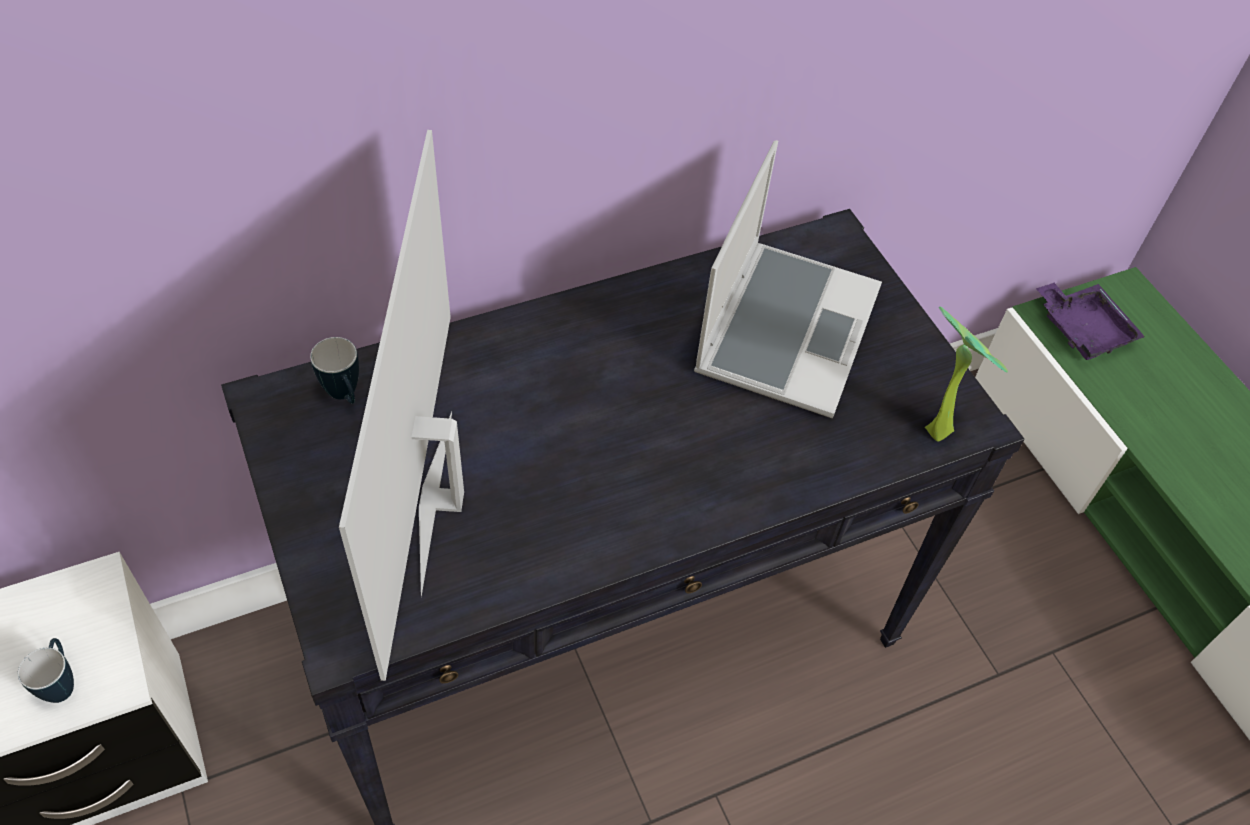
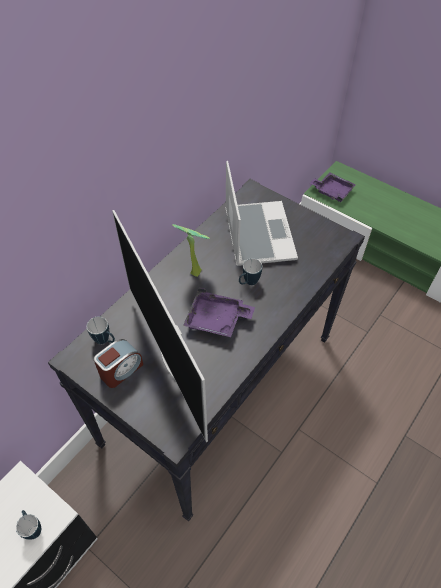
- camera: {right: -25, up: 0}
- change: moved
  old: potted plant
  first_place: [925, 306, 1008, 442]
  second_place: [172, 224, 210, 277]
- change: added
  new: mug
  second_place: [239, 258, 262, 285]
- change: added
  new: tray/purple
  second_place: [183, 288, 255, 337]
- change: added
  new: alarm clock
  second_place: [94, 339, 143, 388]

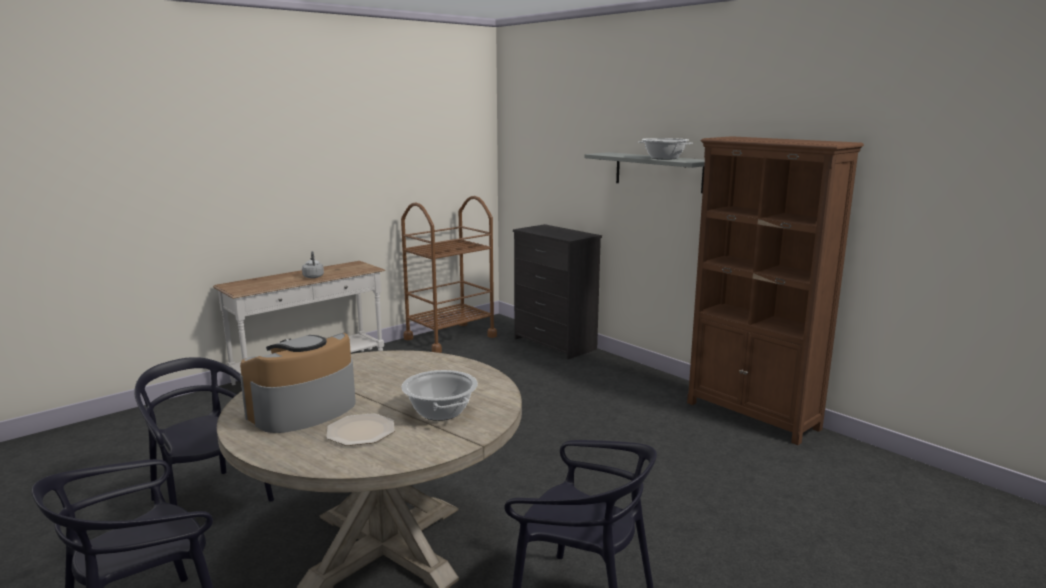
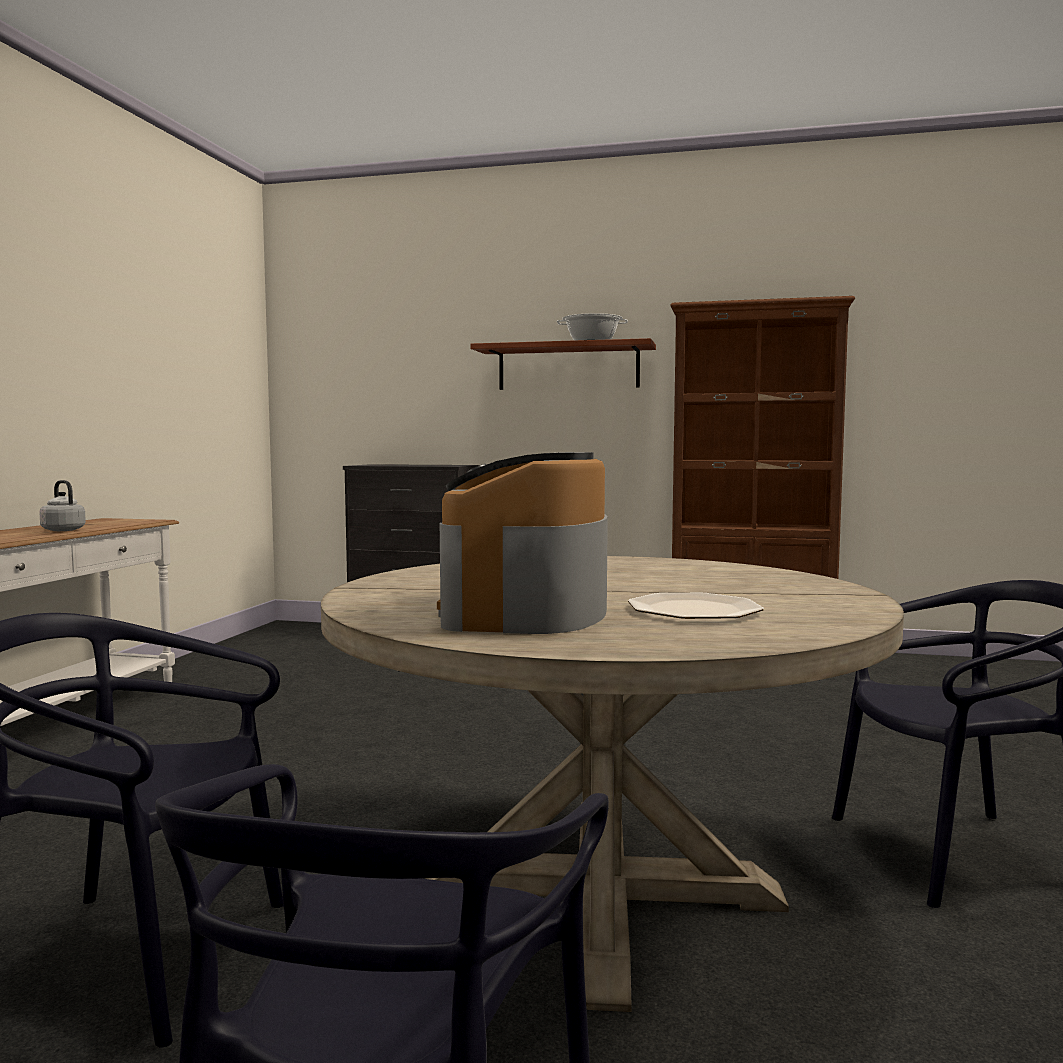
- camera: {right: -35, up: -10}
- change: recoloured
  old: shelf/grey
  new: shelf/brown
  first_place: [584, 152, 705, 193]
  second_place: [470, 338, 656, 390]
- change: removed
  old: cart/brown
  first_place: [401, 196, 497, 353]
- change: removed
  old: cooking pot
  first_place: [401, 370, 478, 421]

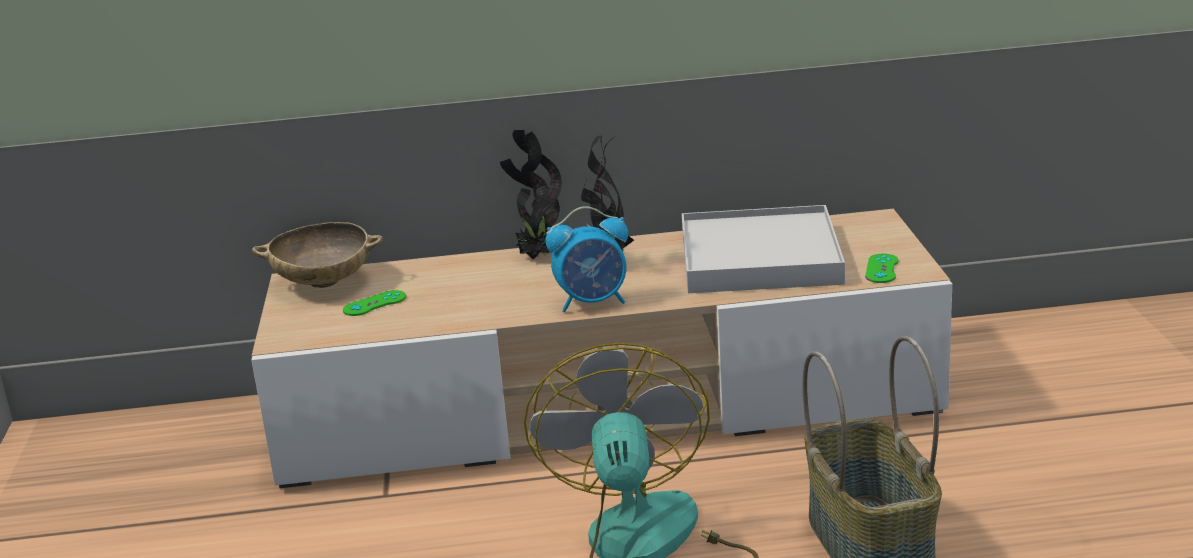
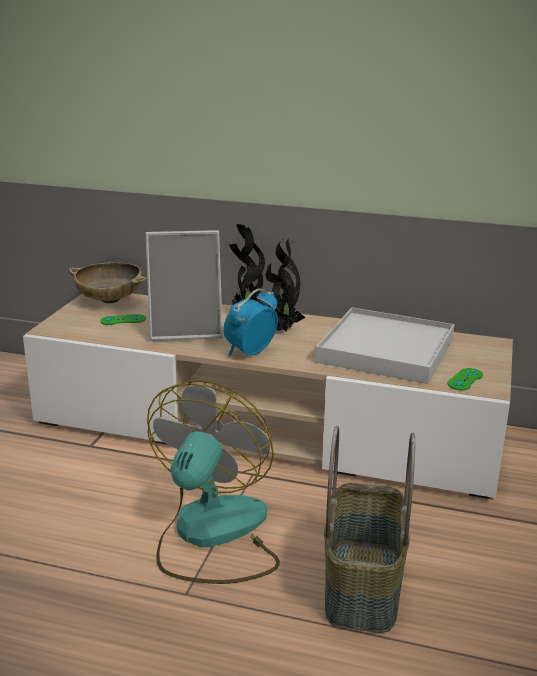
- camera: {right: 20, up: 0}
- change: turned
  old: alarm clock
  first_place: [545, 206, 628, 312]
  second_place: [223, 289, 278, 357]
  degrees: 120
- change: added
  new: picture frame
  second_place: [146, 230, 223, 341]

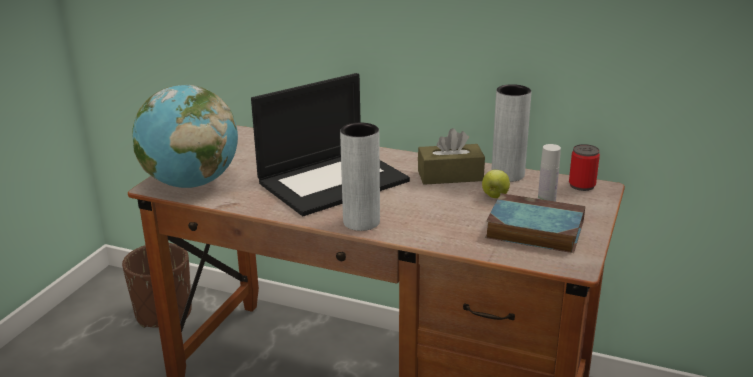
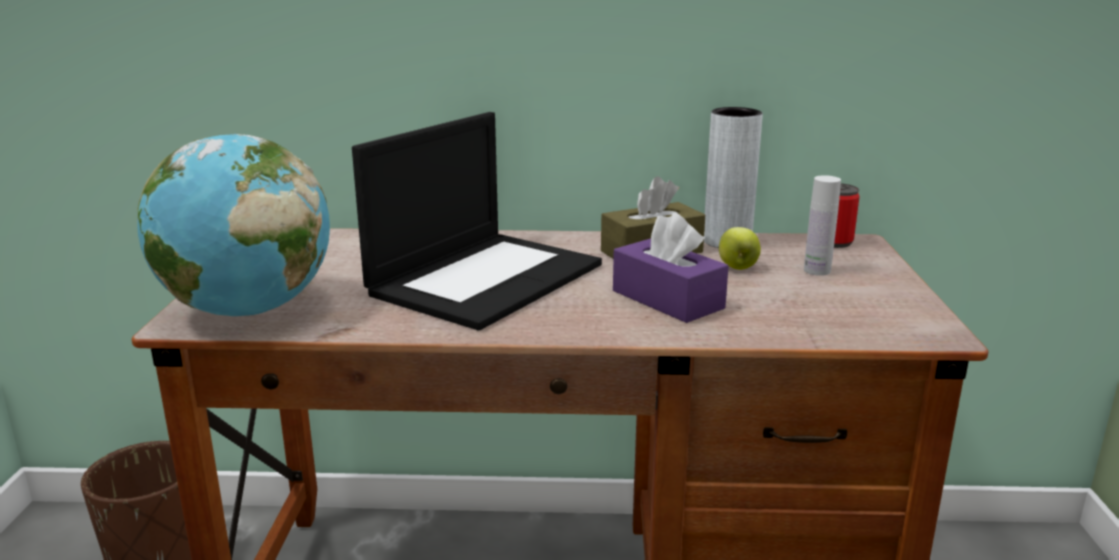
- camera: {right: -20, up: -5}
- change: removed
  old: vase/grey
  first_place: [340, 123, 380, 231]
- change: removed
  old: book
  first_place: [485, 193, 585, 253]
- change: added
  new: tissue box/purple
  second_place: [613, 212, 729, 323]

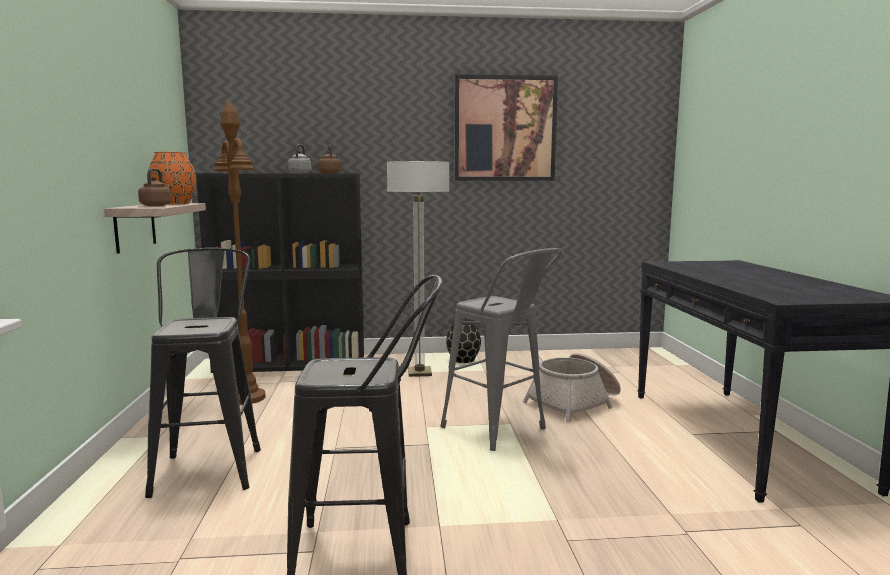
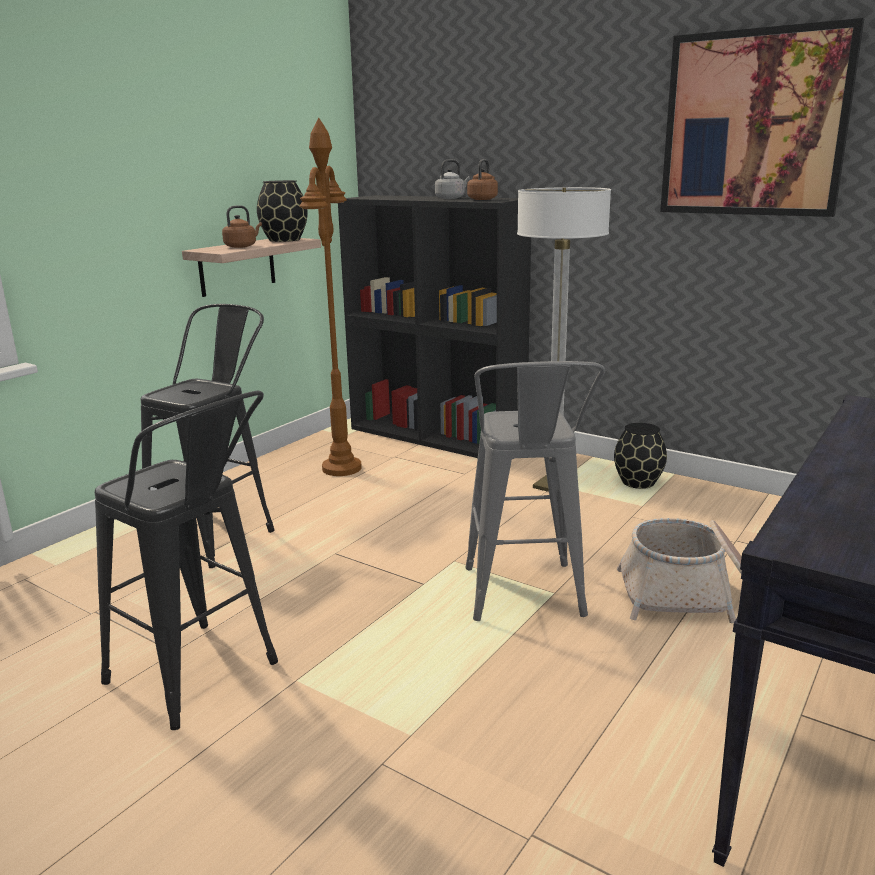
- camera: {right: 40, up: 10}
- change: recoloured
  old: vase/orange
  new: vase/black
  first_place: [149, 152, 197, 204]
  second_place: [257, 180, 308, 242]

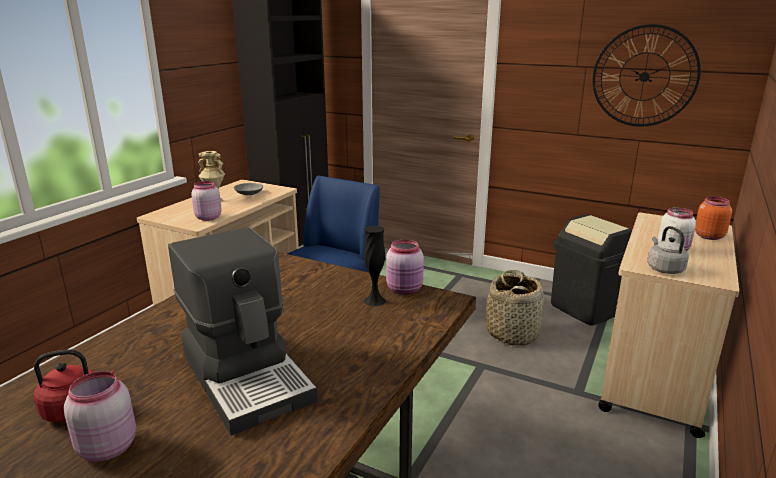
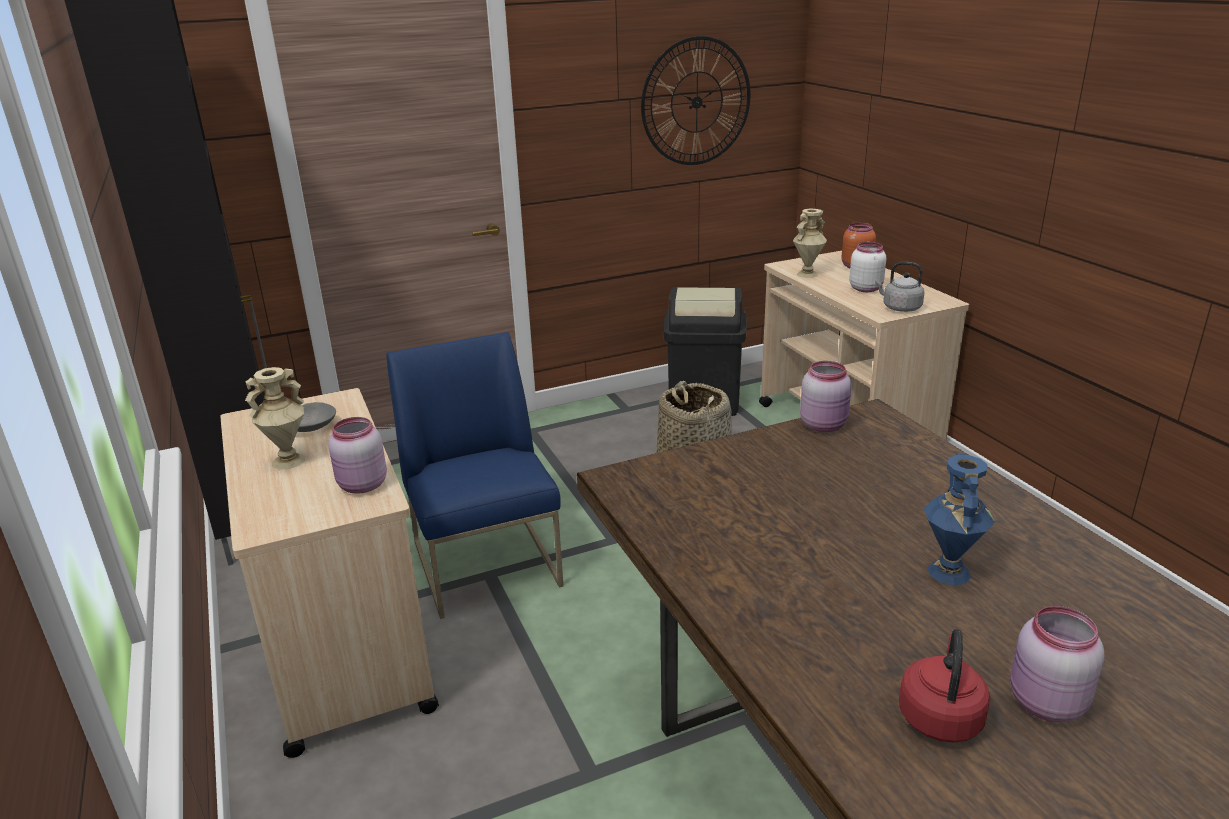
- camera: {right: -50, up: 5}
- change: removed
  old: vase/black
  first_place: [364, 226, 386, 306]
- change: replaced
  old: coffee machine
  new: vase/blue
  first_place: [168, 227, 318, 436]
  second_place: [924, 453, 995, 586]
- change: added
  new: vase/beige
  second_place: [793, 209, 827, 278]

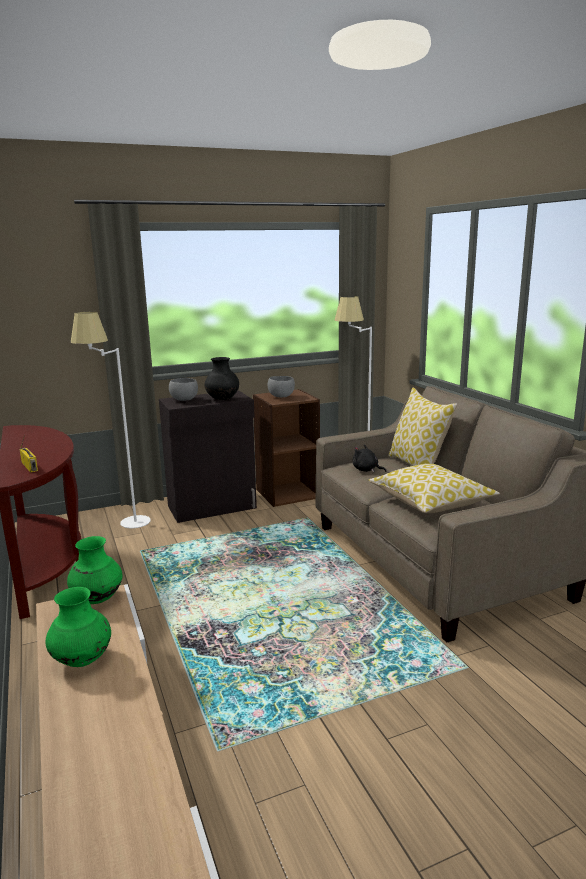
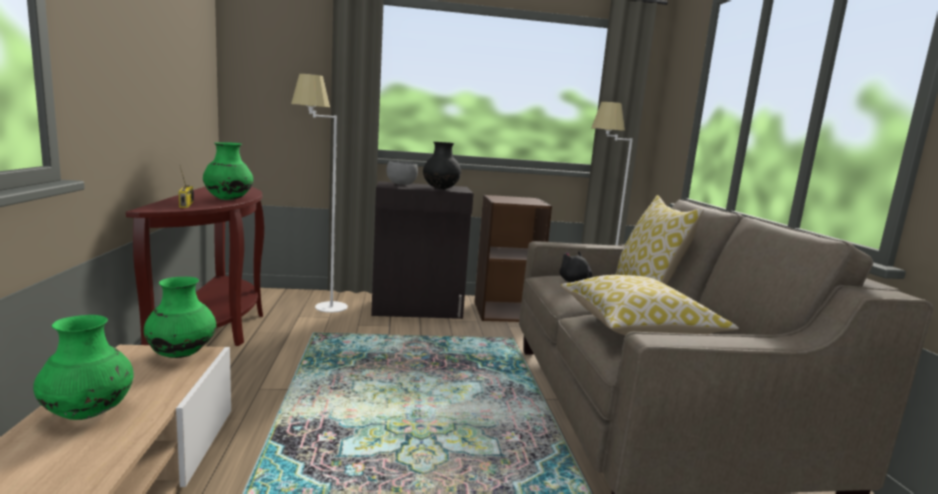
- camera: {right: 15, up: -5}
- change: removed
  old: bowl/grey
  first_place: [268, 376, 295, 397]
- change: added
  new: vase/green
  second_place: [203, 142, 253, 200]

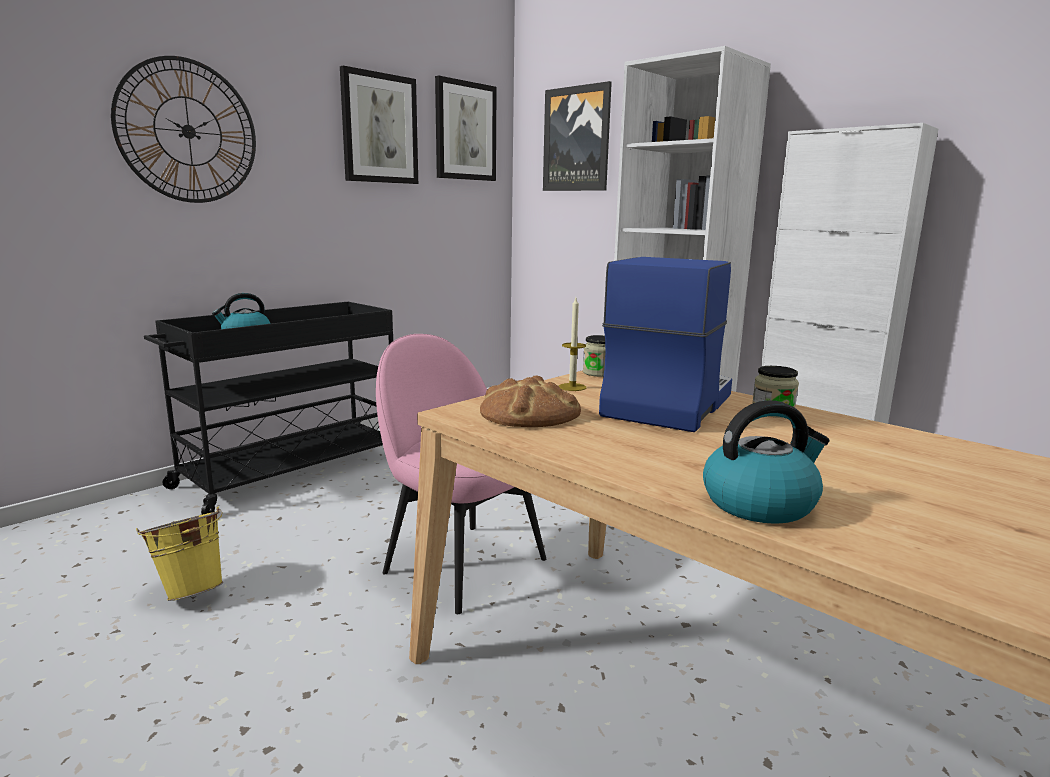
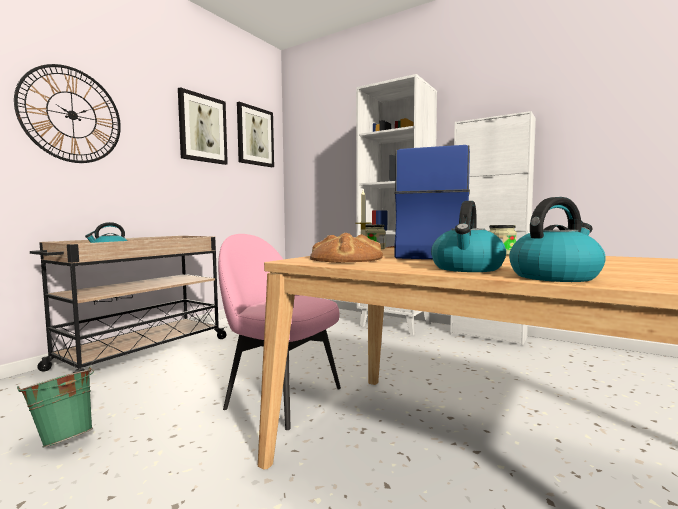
- camera: {right: -10, up: -10}
- change: removed
  old: picture
  first_place: [543, 81, 612, 191]
- change: recoloured
  old: cart/black
  new: cart/beige
  first_place: [144, 302, 393, 515]
  second_place: [30, 236, 228, 373]
- change: recoloured
  old: bucket/yellow
  new: bucket/green
  first_place: [136, 507, 223, 601]
  second_place: [17, 367, 94, 447]
- change: added
  new: kettle
  second_place: [431, 201, 506, 272]

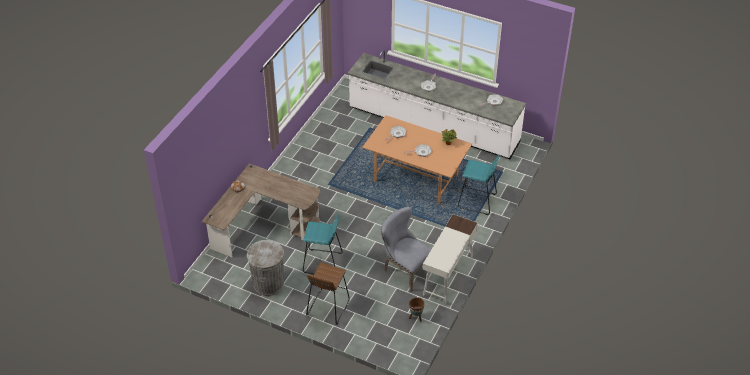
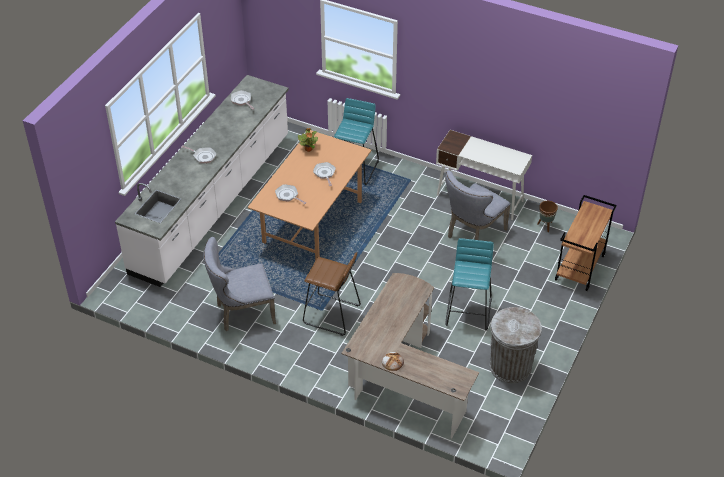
- camera: {right: -90, up: 0}
- change: moved
  old: stool/brown
  first_place: [306, 263, 350, 325]
  second_place: [303, 252, 361, 336]
- change: added
  new: cart/brown
  second_place: [555, 195, 617, 291]
- change: added
  new: chair/grey
  second_place: [204, 237, 276, 331]

